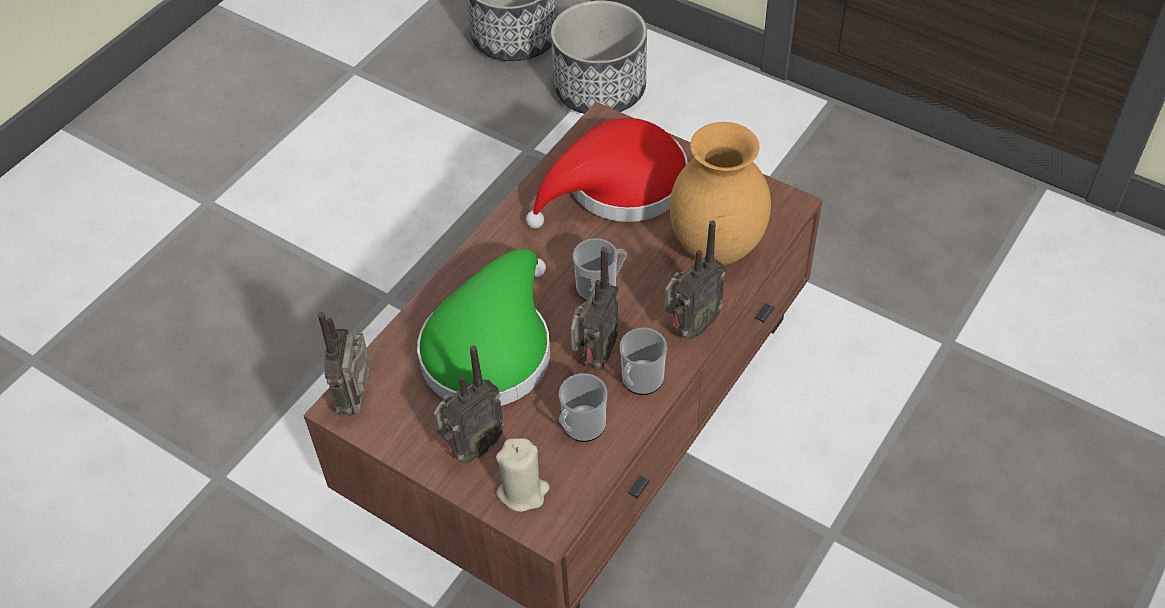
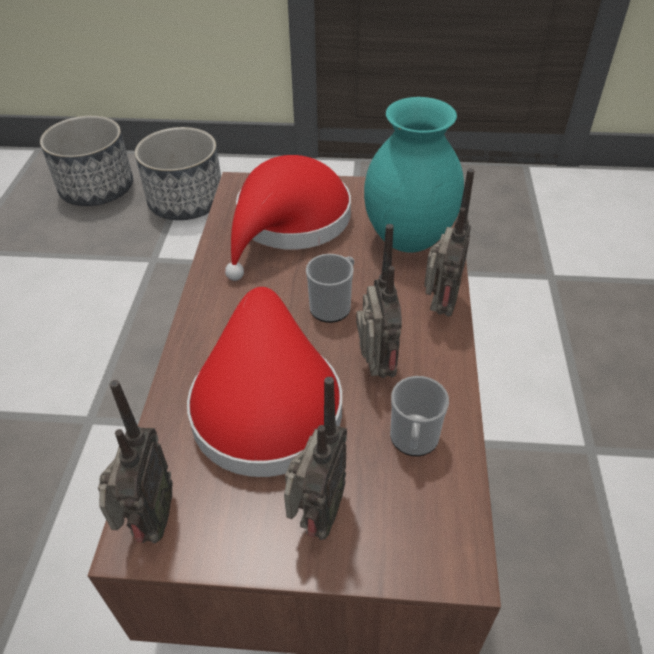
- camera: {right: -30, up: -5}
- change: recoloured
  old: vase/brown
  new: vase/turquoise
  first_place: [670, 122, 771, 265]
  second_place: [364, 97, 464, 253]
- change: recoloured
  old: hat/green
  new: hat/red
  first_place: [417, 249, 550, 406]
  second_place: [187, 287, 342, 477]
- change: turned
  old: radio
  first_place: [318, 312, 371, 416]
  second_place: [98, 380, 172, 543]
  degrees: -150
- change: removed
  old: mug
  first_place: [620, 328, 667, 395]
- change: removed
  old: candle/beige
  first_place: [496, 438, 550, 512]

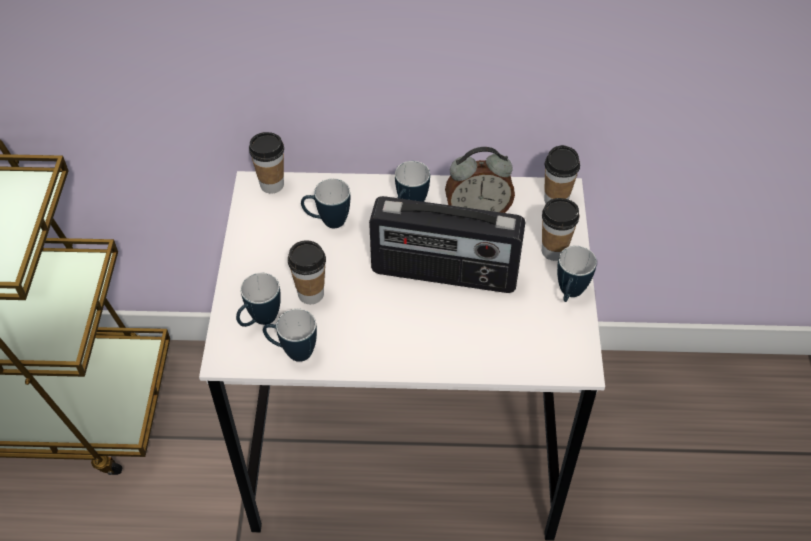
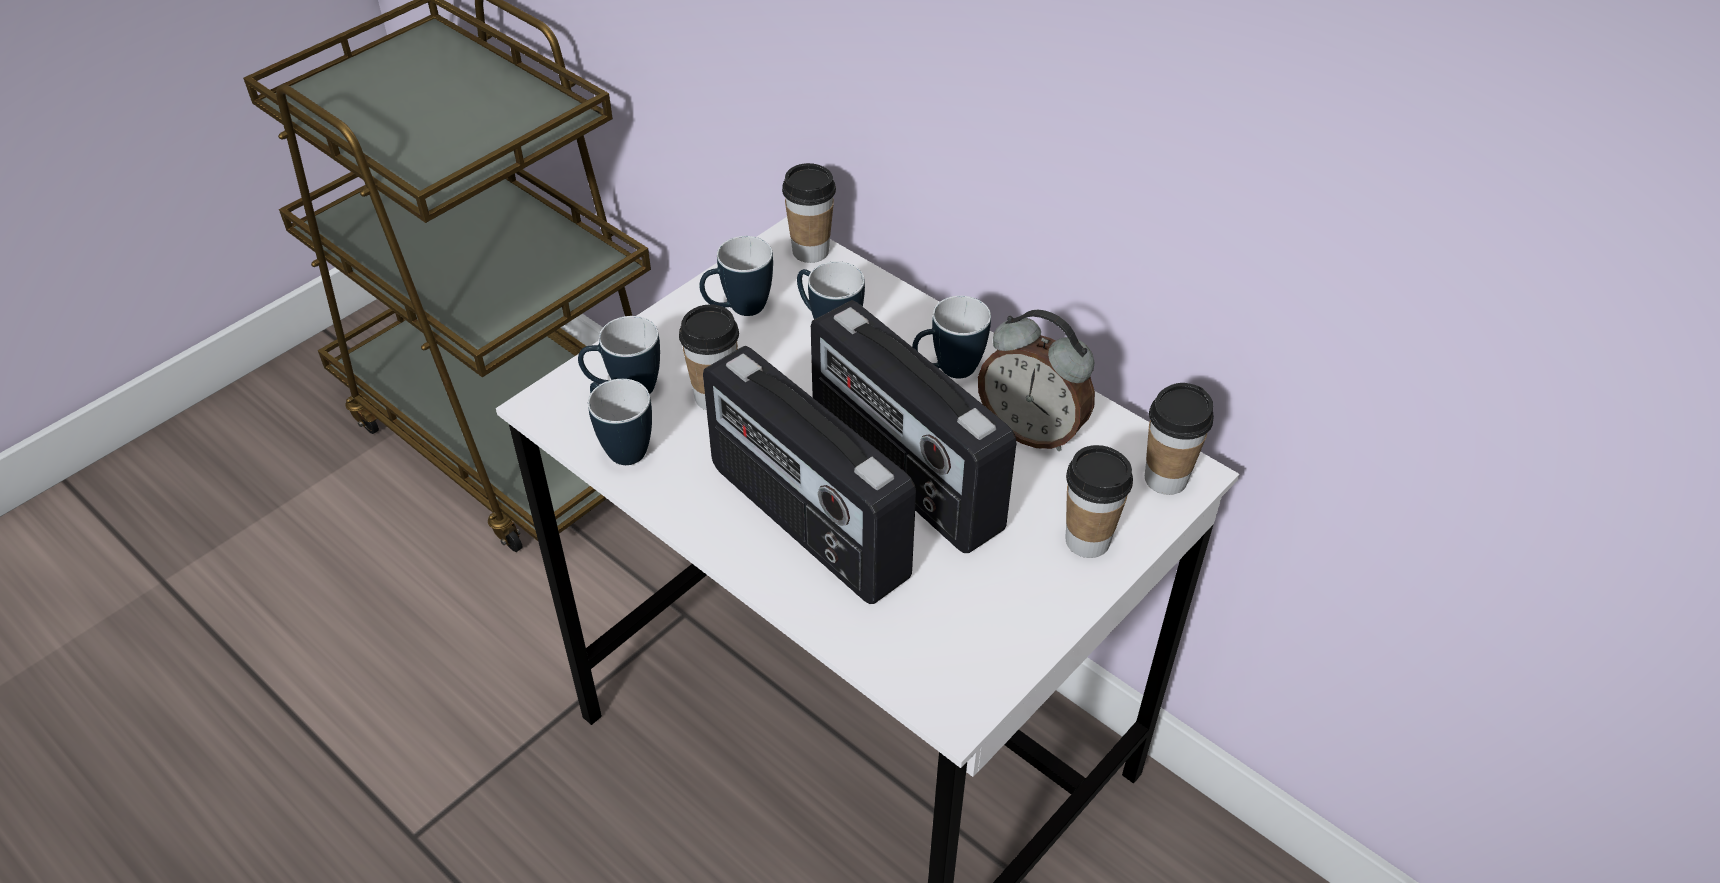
- camera: {right: 40, up: -5}
- change: moved
  old: mug
  first_place: [557, 246, 597, 302]
  second_place: [699, 236, 773, 316]
- change: added
  new: radio
  second_place: [703, 346, 916, 604]

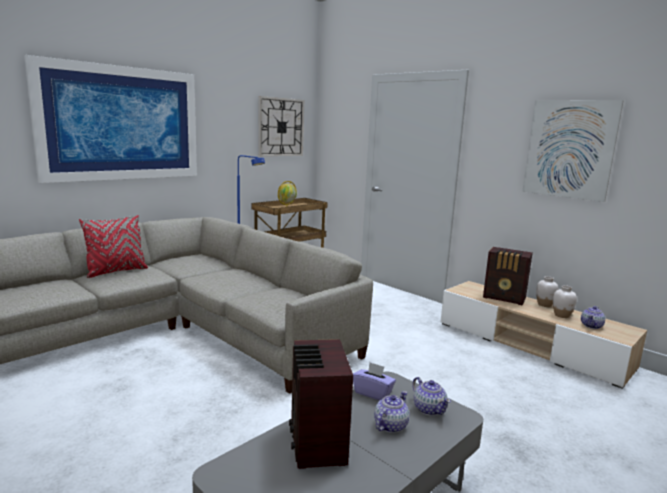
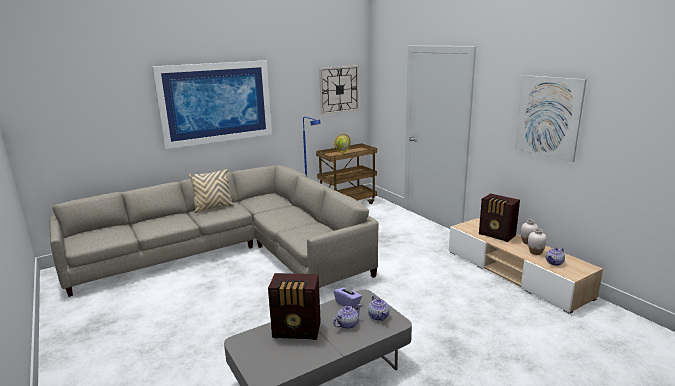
- camera: {right: 15, up: 5}
- change: recoloured
  old: pillow/red
  new: pillow/beige
  first_place: [79, 215, 148, 278]
  second_place: [189, 169, 234, 213]
- change: turned
  old: radio
  first_place: [289, 339, 353, 469]
  second_place: [268, 273, 321, 340]
  degrees: -90

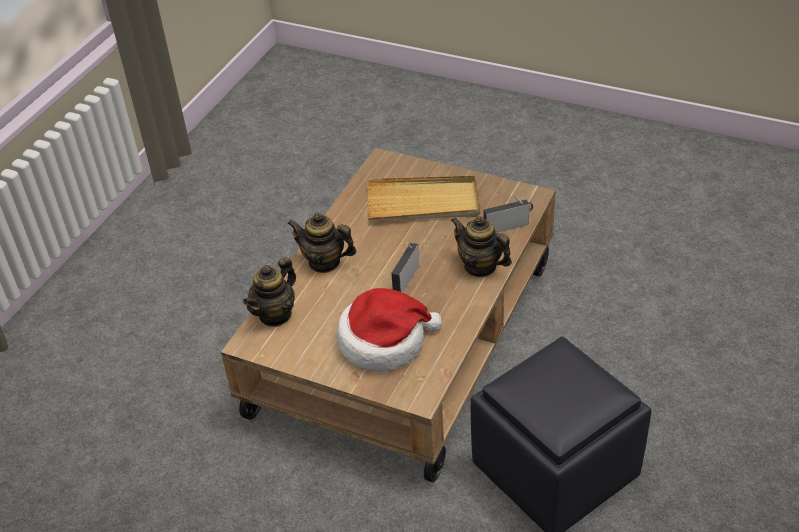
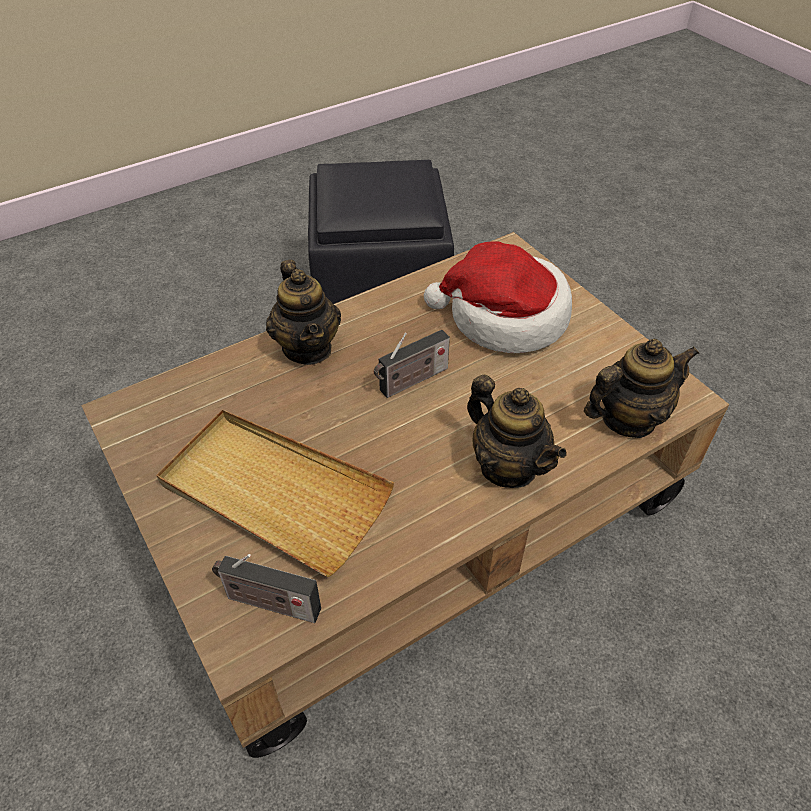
- camera: {right: -150, up: 5}
- change: moved
  old: radio
  first_place: [483, 194, 533, 233]
  second_place: [212, 554, 321, 623]

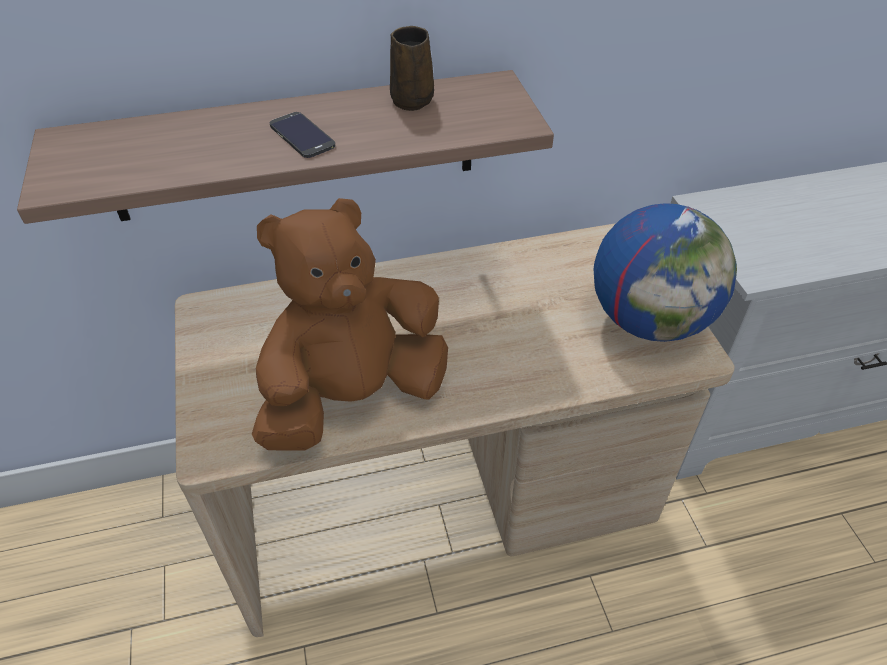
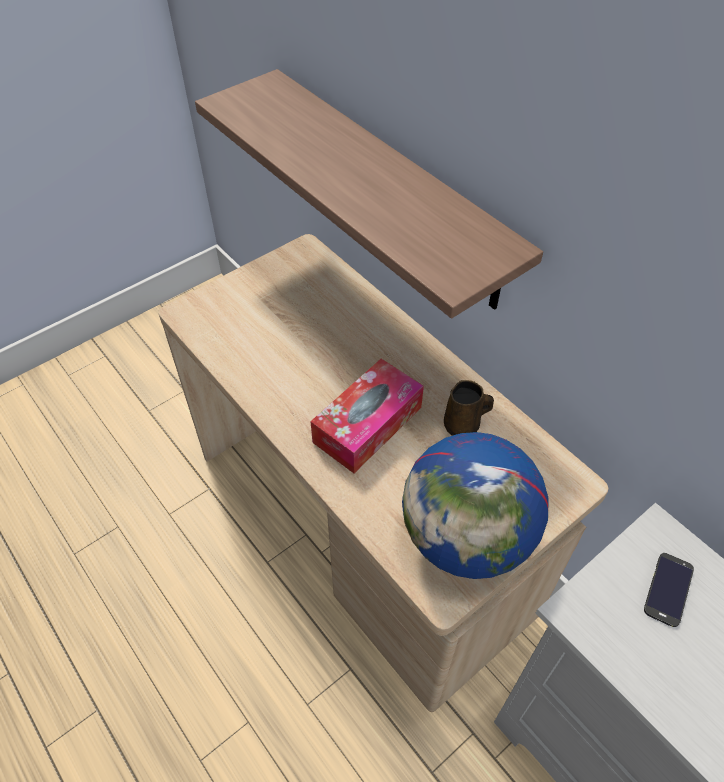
- camera: {right: 65, up: 5}
- change: moved
  old: mug/brown
  first_place: [390, 26, 434, 111]
  second_place: [444, 380, 494, 436]
- change: moved
  old: phone
  first_place: [269, 112, 336, 158]
  second_place: [644, 553, 694, 627]
- change: removed
  old: plush toy/brown
  first_place: [252, 198, 448, 451]
- change: added
  new: tissue box
  second_place: [310, 359, 424, 473]

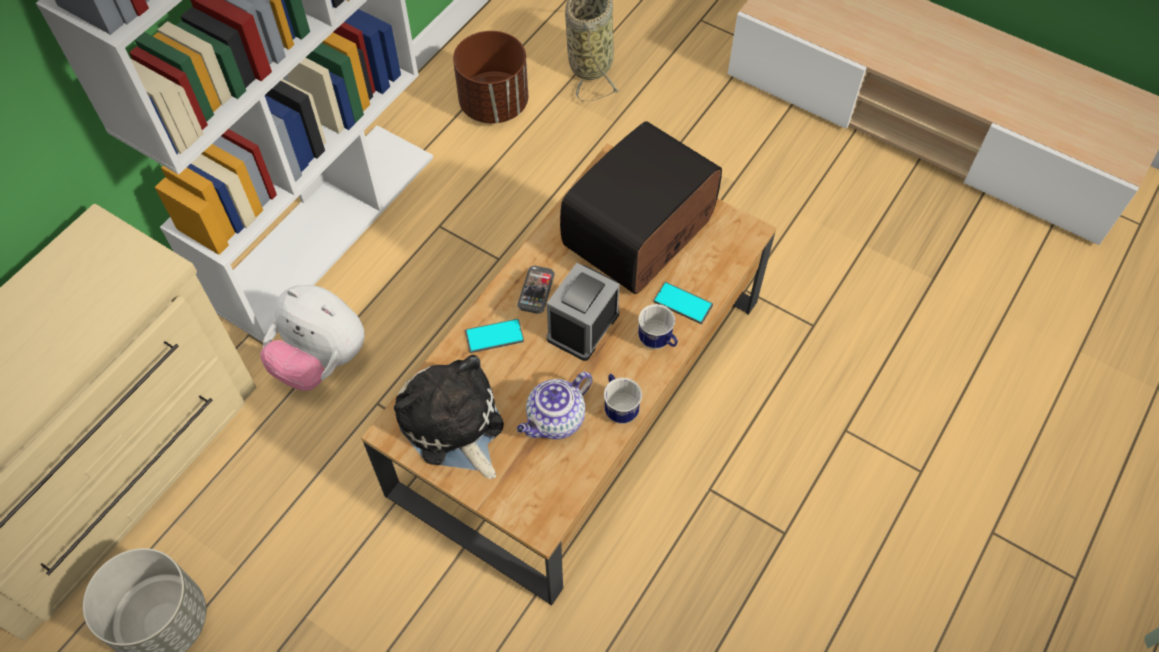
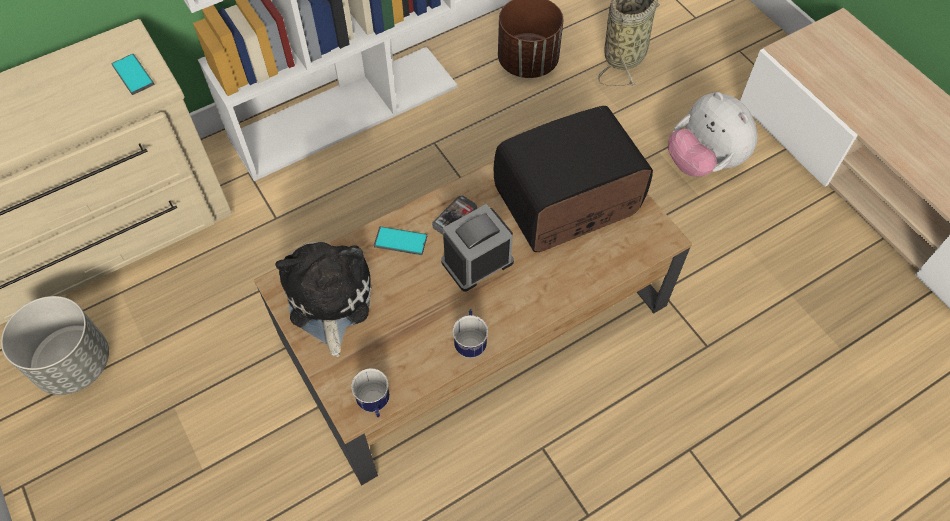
- camera: {right: 25, up: 0}
- change: moved
  old: phone
  first_place: [654, 282, 713, 324]
  second_place: [111, 54, 154, 95]
- change: moved
  old: plush toy
  first_place: [260, 285, 364, 391]
  second_place: [668, 92, 758, 177]
- change: moved
  old: mug
  first_place: [638, 304, 678, 349]
  second_place: [351, 368, 390, 417]
- change: removed
  old: teapot
  first_place: [517, 372, 592, 440]

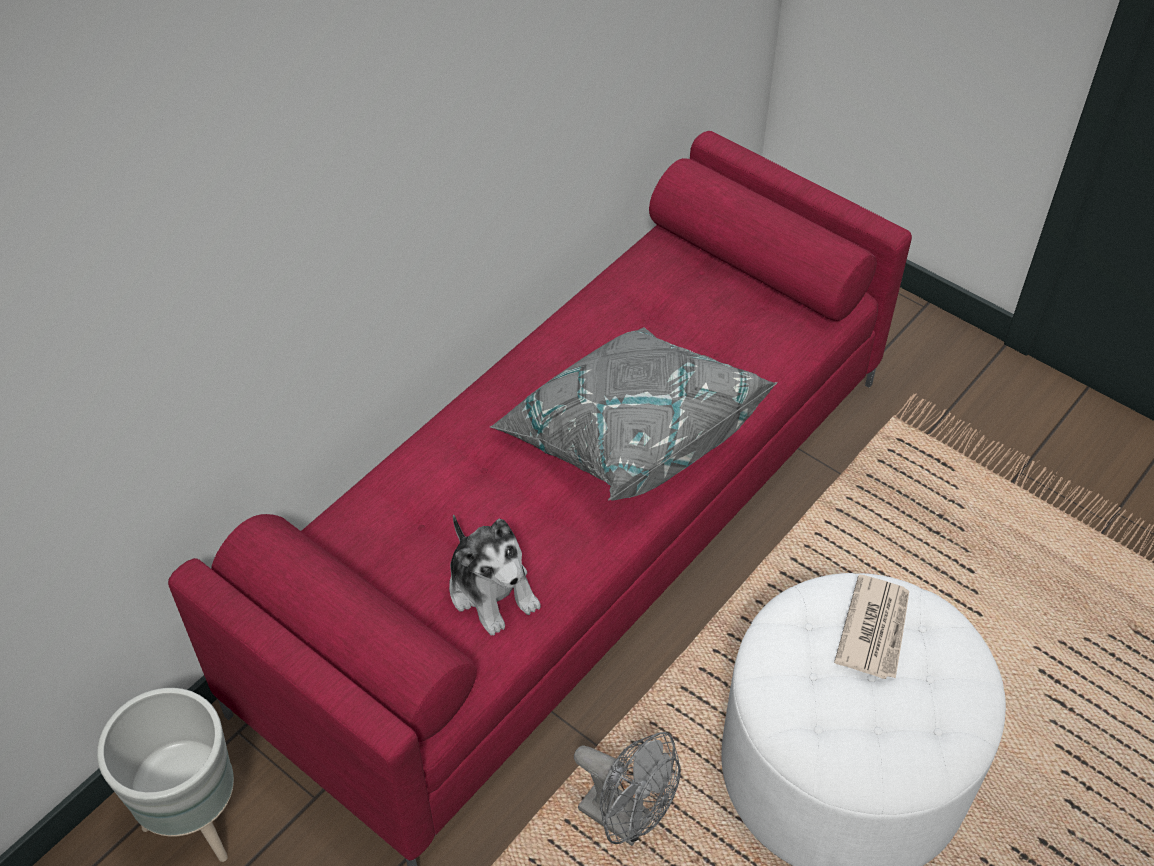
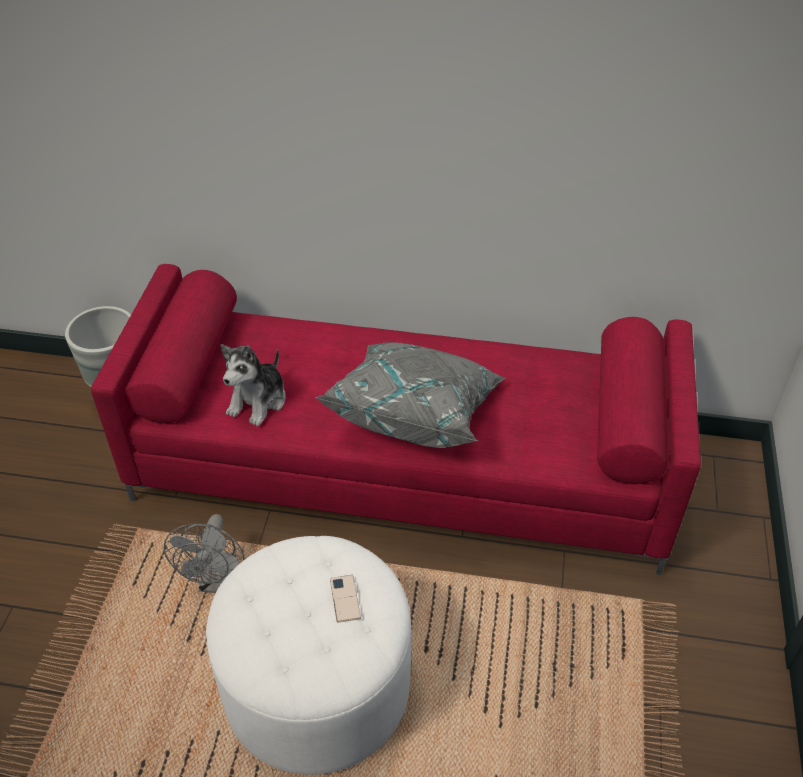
- camera: {right: 60, up: -5}
- change: replaced
  old: newspaper
  new: phone
  first_place: [834, 574, 909, 679]
  second_place: [330, 575, 361, 623]

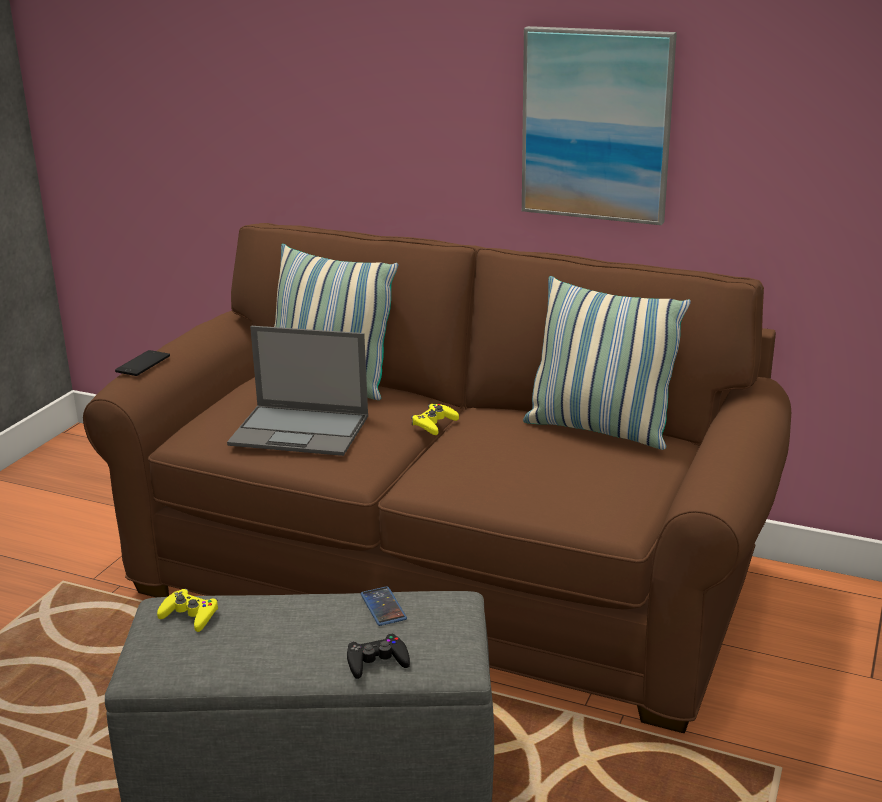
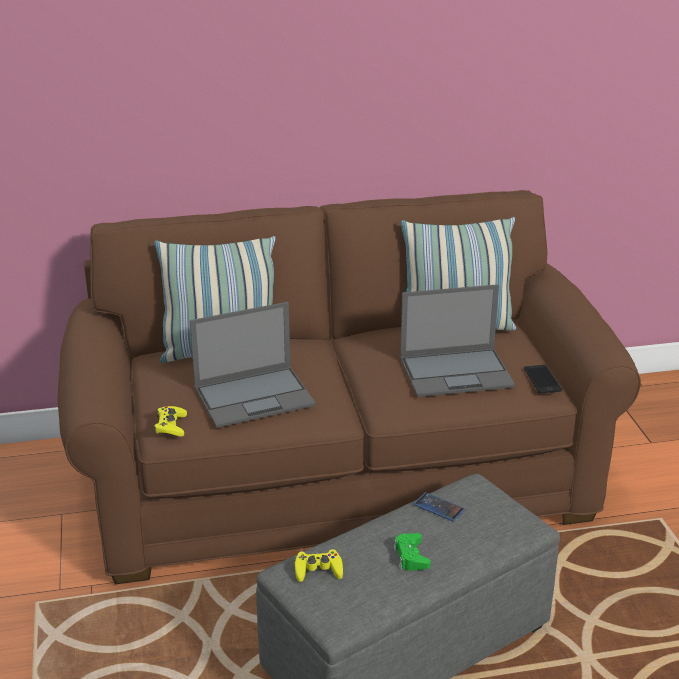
- camera: {right: -35, up: 5}
- change: removed
  old: picture
  first_place: [522, 26, 677, 225]
- change: moved
  old: phone
  first_place: [115, 350, 170, 376]
  second_place: [524, 365, 562, 394]
- change: moved
  old: game controller/yellow
  first_place: [411, 404, 459, 435]
  second_place: [154, 406, 187, 437]
- change: removed
  old: game controller/black
  first_place: [347, 633, 410, 679]
- change: added
  new: laptop
  second_place: [400, 284, 515, 397]
- change: added
  new: game controller/green
  second_place: [394, 533, 430, 571]

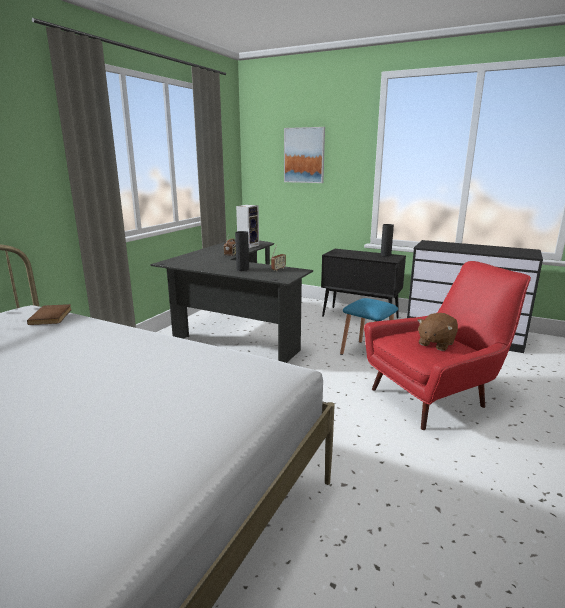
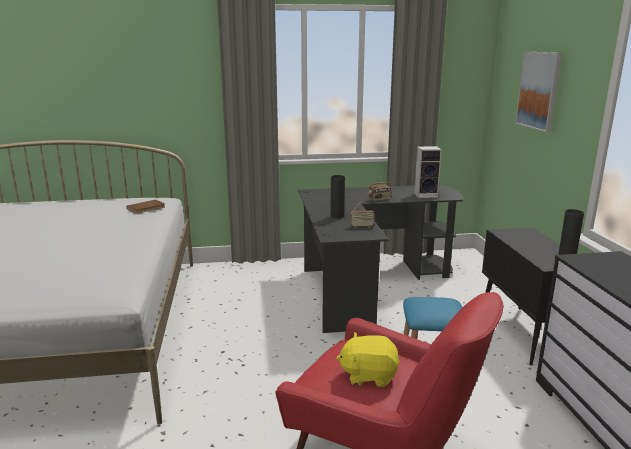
- camera: {right: 55, up: 0}
- change: recoloured
  old: plush toy/brown
  new: plush toy/yellow
  first_place: [417, 313, 458, 351]
  second_place: [336, 332, 400, 387]

